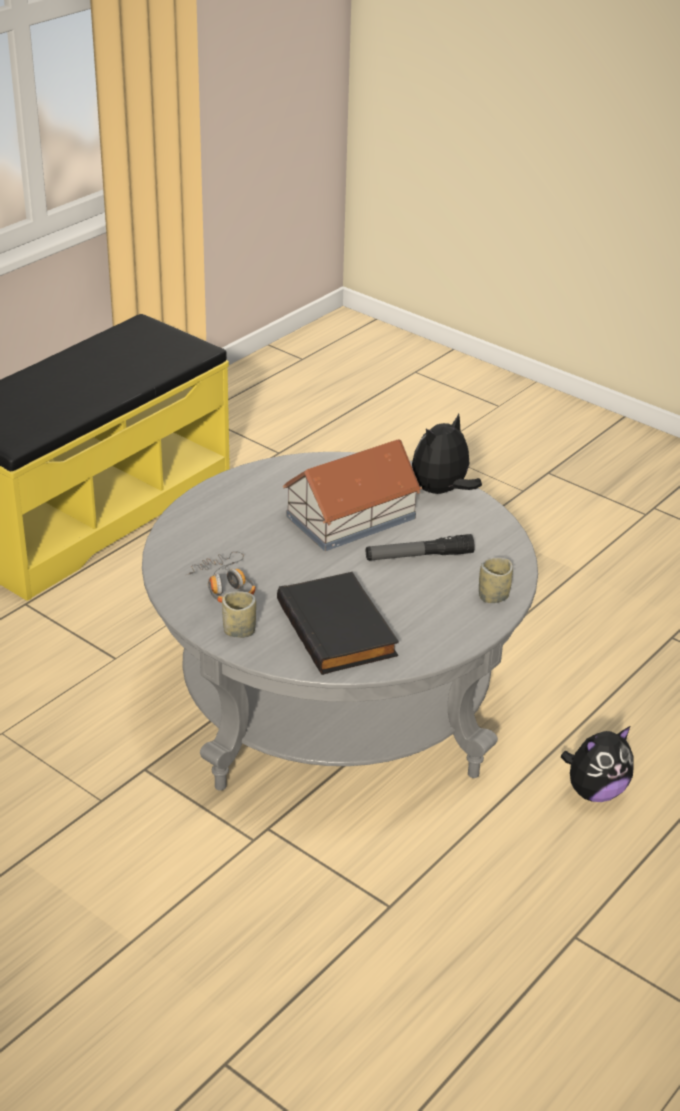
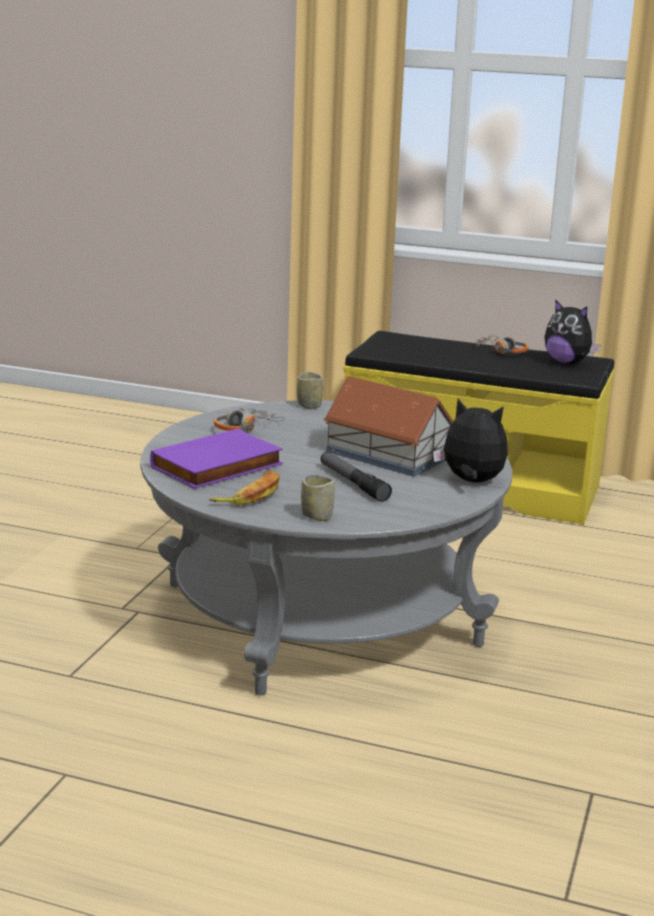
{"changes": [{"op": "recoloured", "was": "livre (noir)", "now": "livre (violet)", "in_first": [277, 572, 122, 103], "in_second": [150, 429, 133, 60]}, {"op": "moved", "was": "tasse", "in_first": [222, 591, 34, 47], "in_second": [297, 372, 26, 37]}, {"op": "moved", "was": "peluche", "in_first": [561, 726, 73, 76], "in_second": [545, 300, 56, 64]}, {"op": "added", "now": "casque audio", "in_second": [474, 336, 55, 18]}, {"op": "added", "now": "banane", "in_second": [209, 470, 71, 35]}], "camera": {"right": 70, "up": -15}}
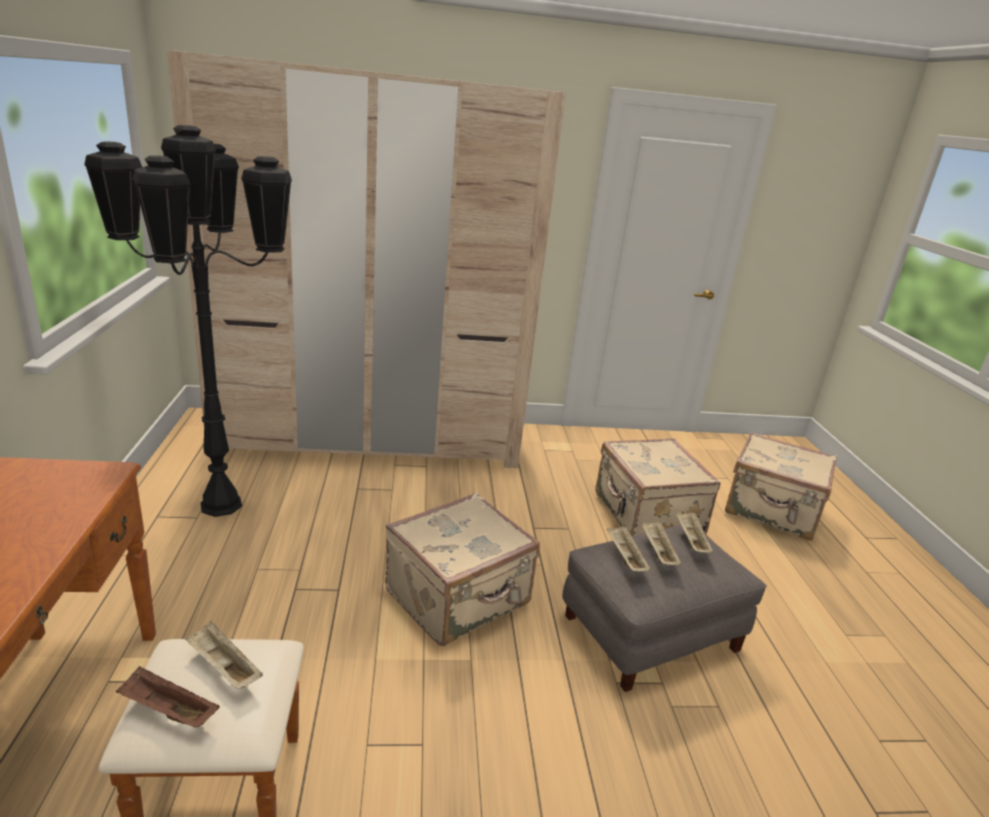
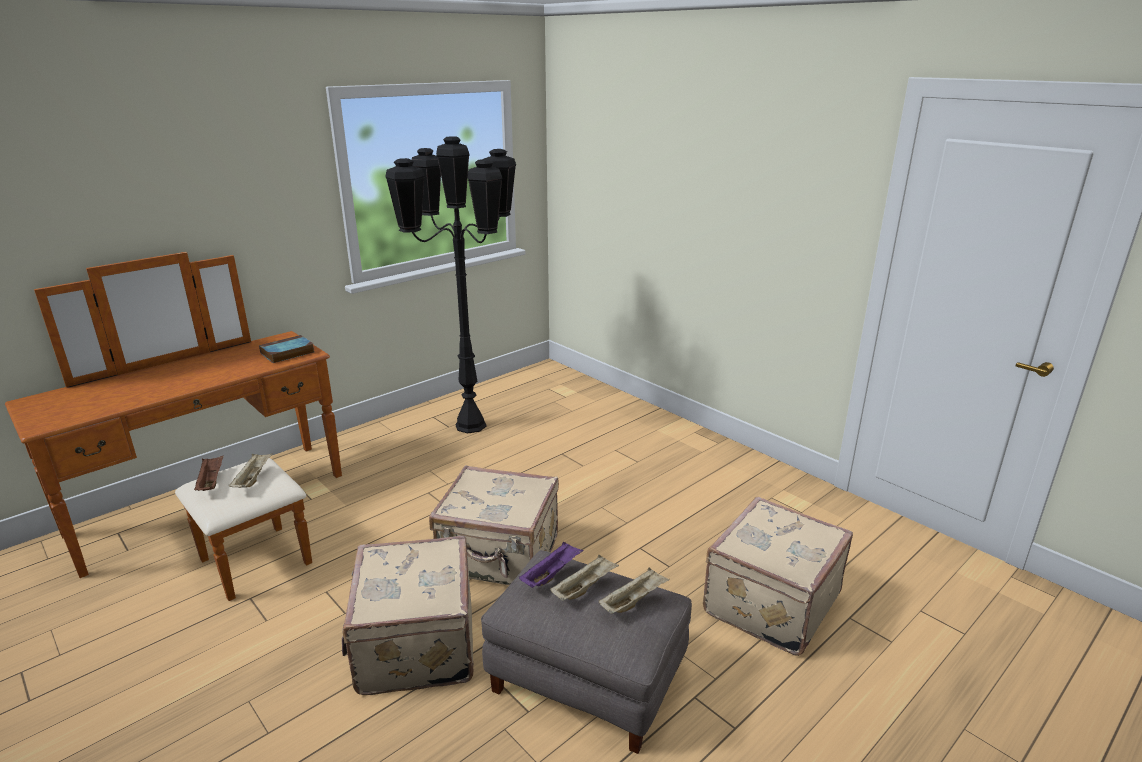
{"changes": [{"op": "removed", "was": "armoire (beige)", "in_first": [167, 50, 399, 418]}, {"op": "moved", "was": "valise (beige)", "in_first": [725, 432, 112, 109], "in_second": [342, 536, 131, 159]}, {"op": "recoloured", "was": "plateau (beige)", "now": "plateau (violet)", "in_first": [607, 526, 44, 46], "in_second": [519, 542, 65, 46]}, {"op": "added", "now": "livre", "in_second": [259, 335, 55, 28]}], "camera": {"right": 55, "up": 0}}
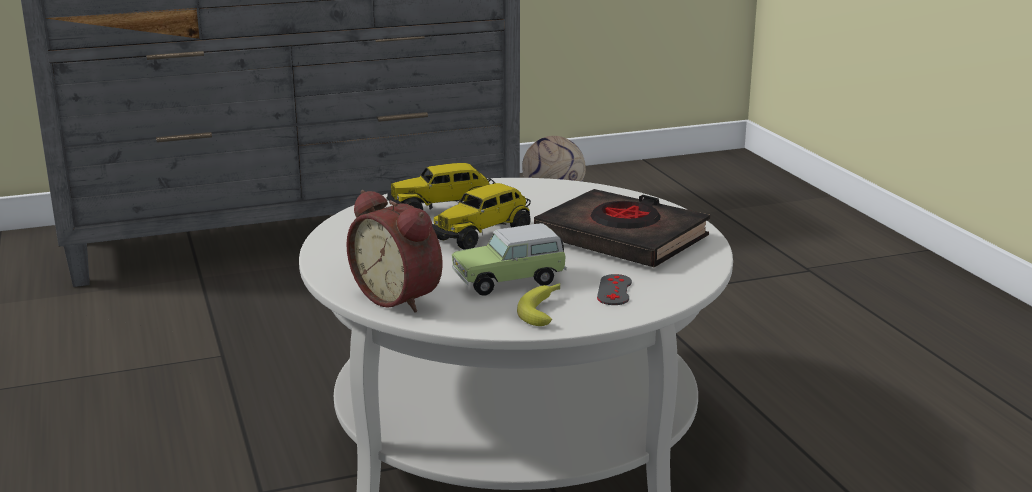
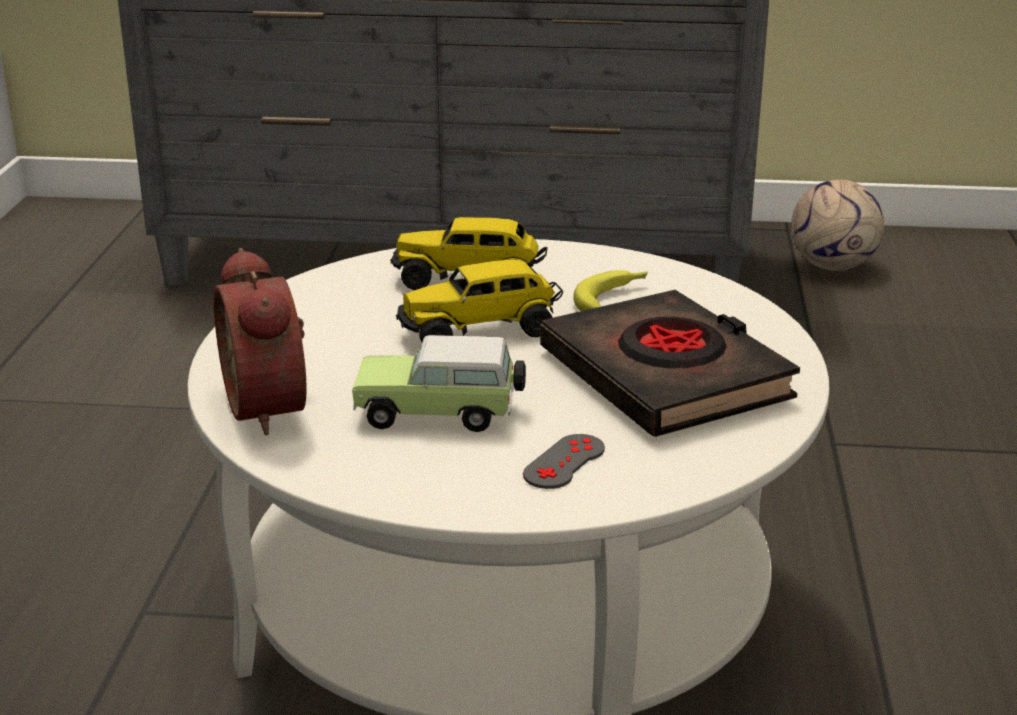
{"changes": [{"op": "moved", "was": "banane", "in_first": [517, 283, 43, 43], "in_second": [573, 270, 75, 41]}], "camera": {"right": 25, "up": 5}}
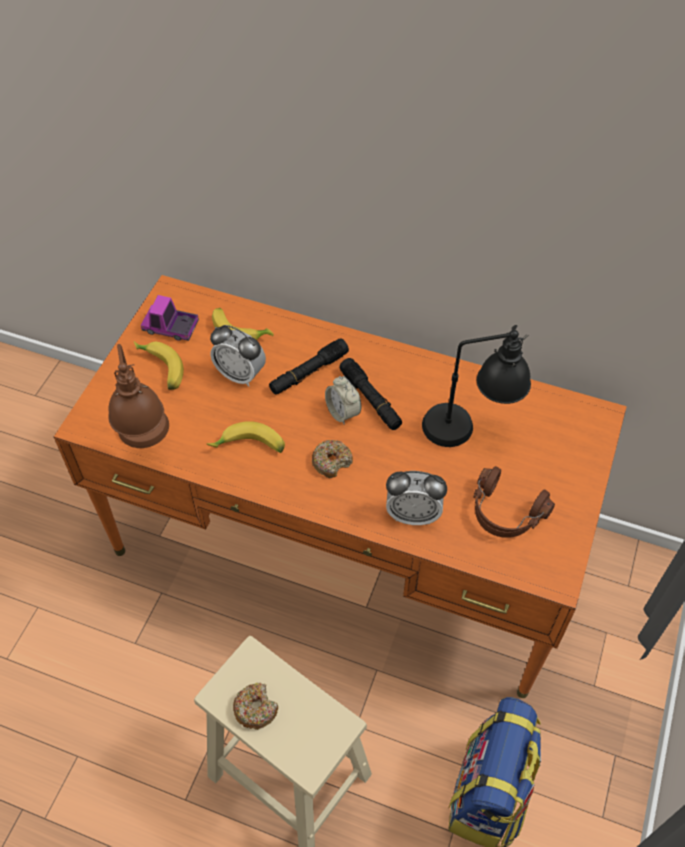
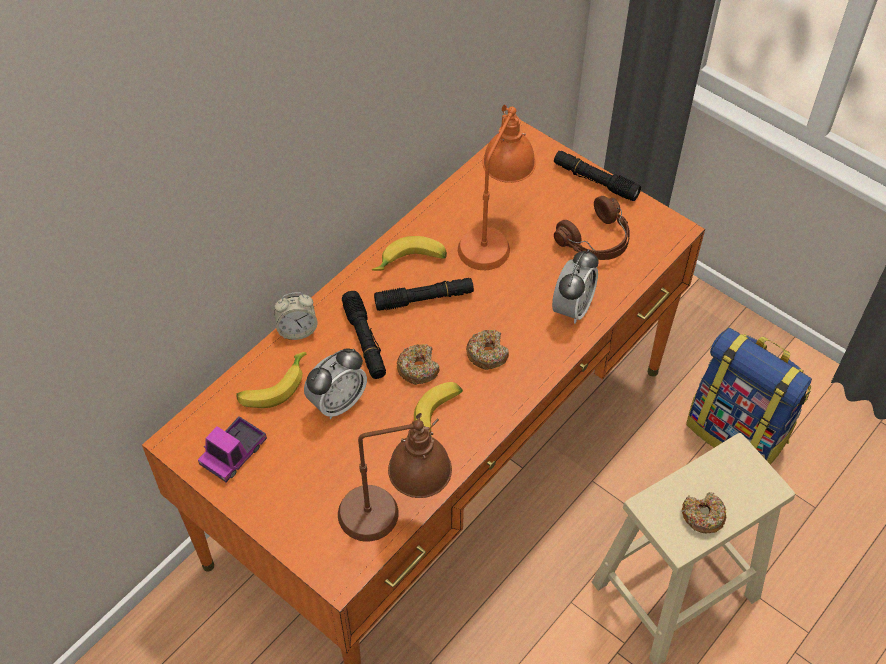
{"changes": [{"op": "recoloured", "was": "lampe de table (noir)", "now": "lampe de table (orange)", "in_first": [422, 325, 109, 122], "in_second": [458, 105, 78, 165]}, {"op": "moved", "was": "banane", "in_first": [134, 341, 50, 49], "in_second": [372, 236, 75, 35]}, {"op": "moved", "was": "réveil", "in_first": [325, 376, 36, 49], "in_second": [274, 292, 43, 48]}, {"op": "added", "now": "lampe de poche (noir)", "in_second": [554, 151, 87, 50]}, {"op": "added", "now": "beignet", "in_second": [397, 344, 42, 41]}], "camera": {"right": -70, "up": 0}}
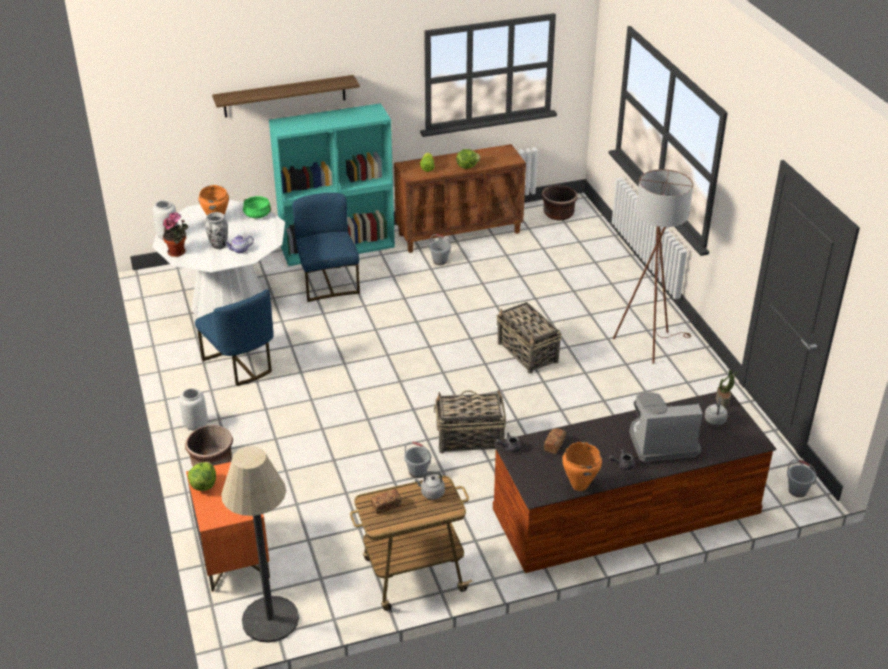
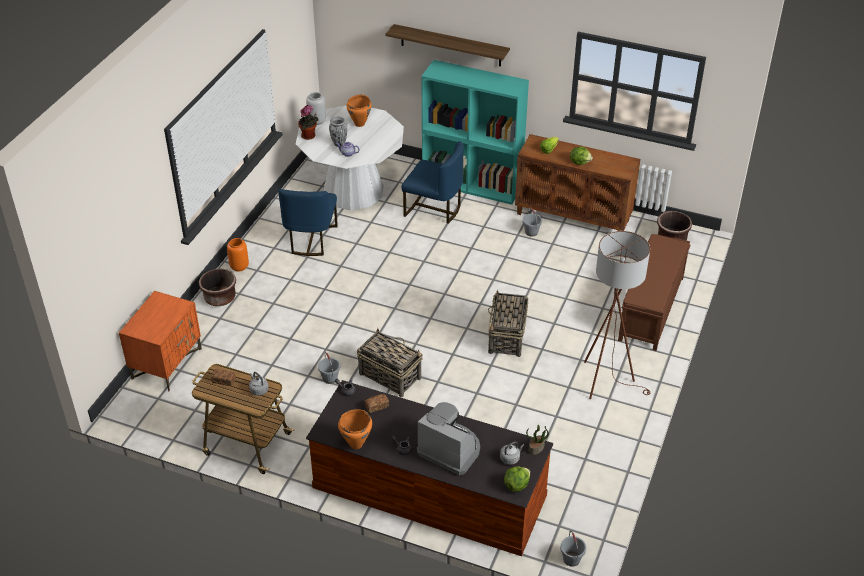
{"changes": [{"op": "turned", "was": "chaise (bleu)", "in_first": [292, 193, 68, 109], "in_second": [402, 141, 62, 82], "clockwise": 90}, {"op": "removed", "was": "marmite (vert)", "in_first": [243, 196, 28, 22]}, {"op": "recoloured", "was": "vase (gris)", "now": "vase (orange)", "in_first": [179, 388, 29, 43], "in_second": [227, 238, 22, 33]}, {"op": "removed", "was": "lampadaire", "in_first": [221, 446, 78, 197]}, {"op": "moved", "was": "laitue", "in_first": [188, 462, 28, 29], "in_second": [504, 466, 26, 26]}, {"op": "added", "now": "banc (marron)", "in_second": [618, 234, 72, 117]}], "camera": {"right": 40, "up": 5}}
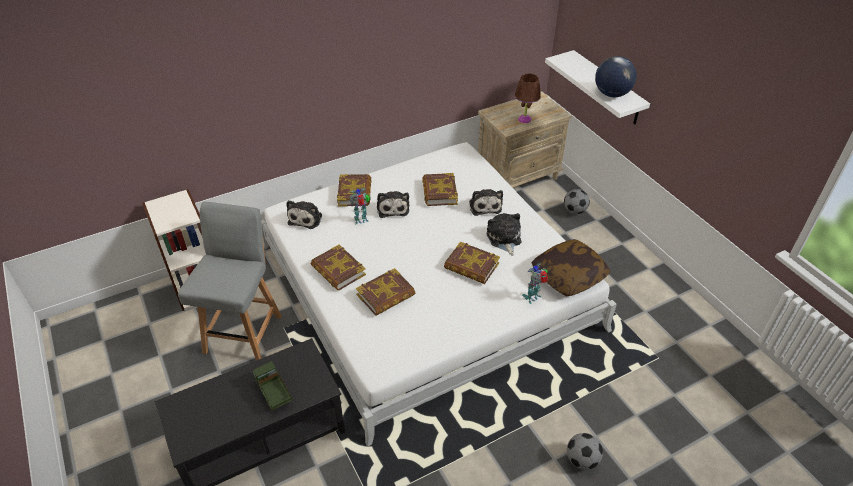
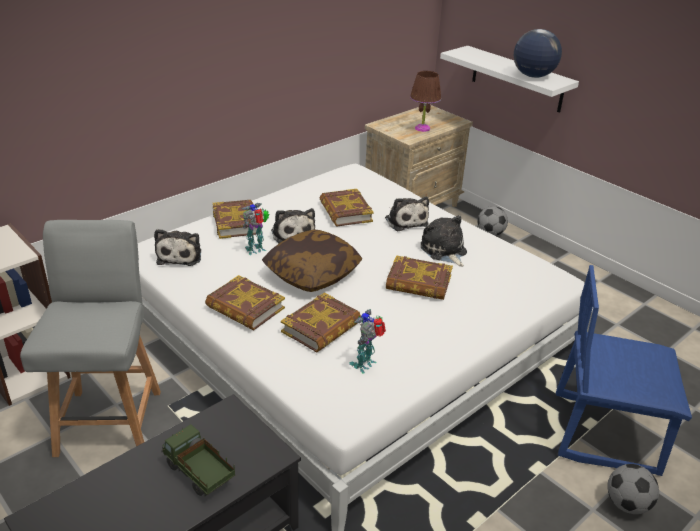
{"changes": [{"op": "moved", "was": "coussin", "in_first": [531, 239, 80, 57], "in_second": [262, 230, 101, 62]}, {"op": "moved", "was": "robot jouet", "in_first": [522, 263, 26, 41], "in_second": [349, 309, 37, 65]}, {"op": "added", "now": "chaise (bleu)", "in_second": [556, 265, 136, 211]}], "camera": {"right": -15, "up": -10}}
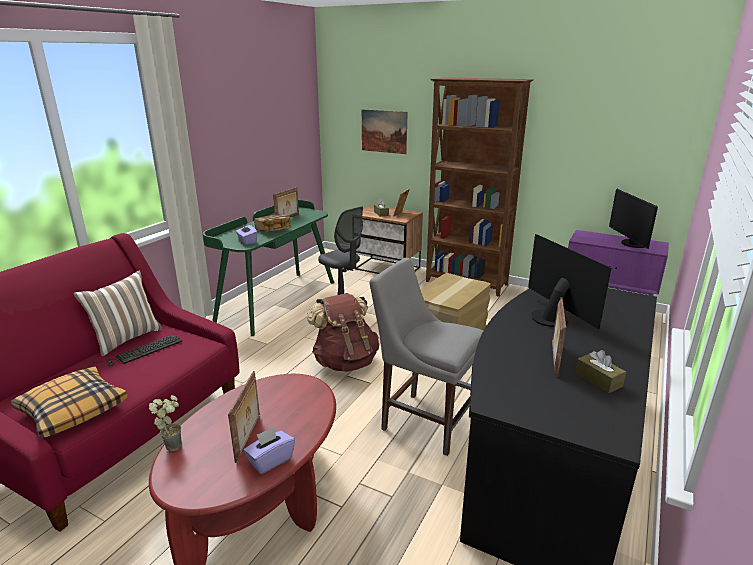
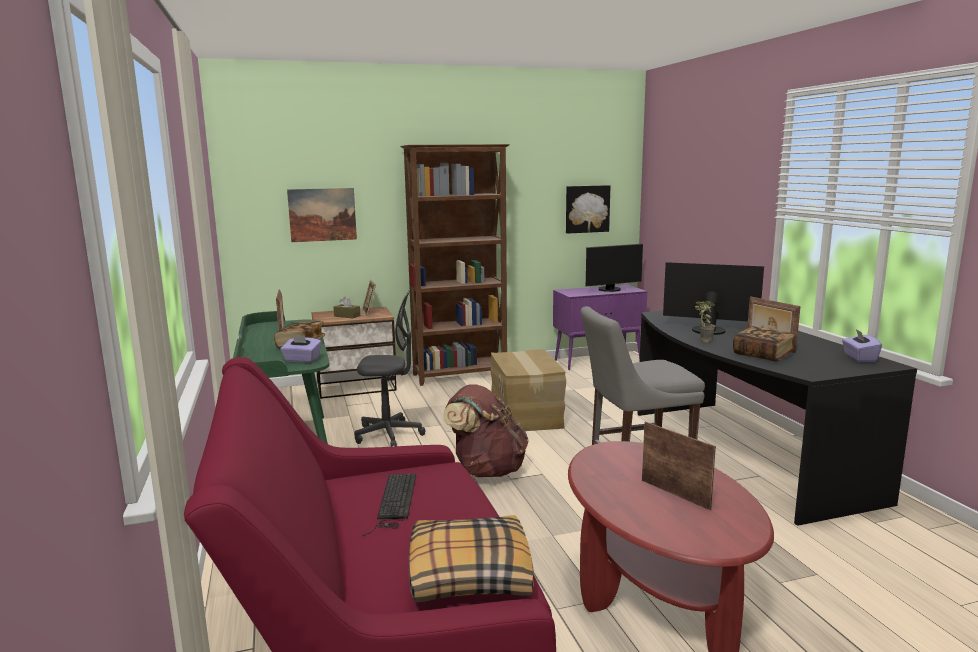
{"changes": [{"op": "turned", "was": "écran d'ordinateur", "in_first": [609, 189, 49, 60], "in_second": [586, 244, 57, 48], "clockwise": -60}, {"op": "removed", "was": "coussin", "in_first": [74, 270, 88, 86]}, {"op": "removed", "was": "boîte à mouchoirs (marron)", "in_first": [575, 350, 51, 43]}, {"op": "moved", "was": "plante en pot", "in_first": [148, 395, 34, 56], "in_second": [695, 301, 20, 42]}, {"op": "moved", "was": "boîte à mouchoirs (violet)", "in_first": [244, 427, 51, 47], "in_second": [842, 329, 40, 33]}, {"op": "added", "now": "tableau", "in_second": [566, 185, 44, 49]}, {"op": "added", "now": "livre", "in_second": [733, 326, 63, 36]}], "camera": {"right": -45, "up": -10}}
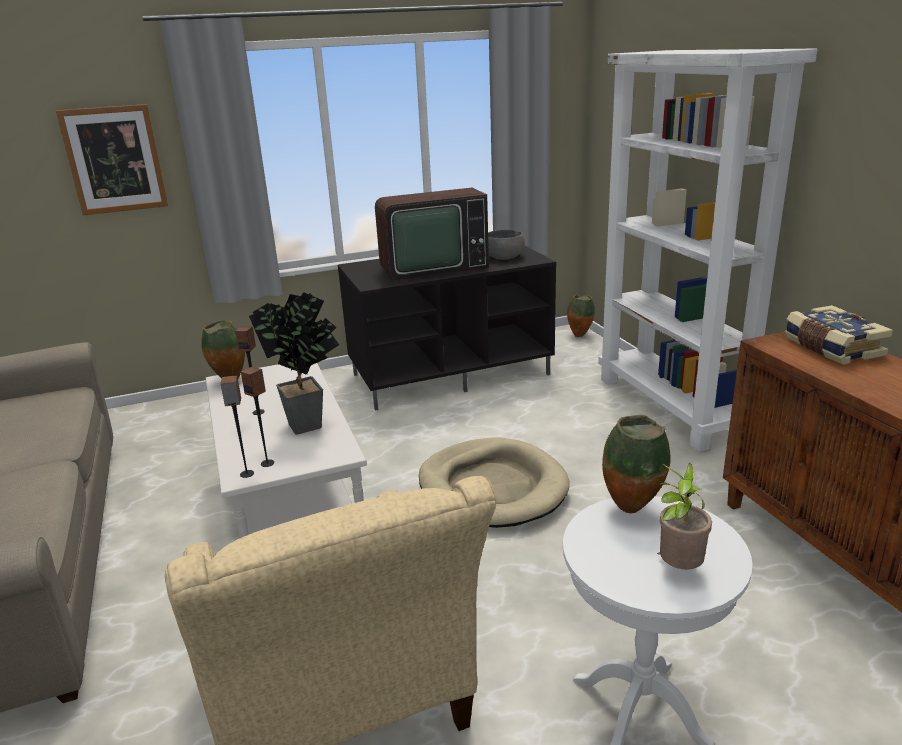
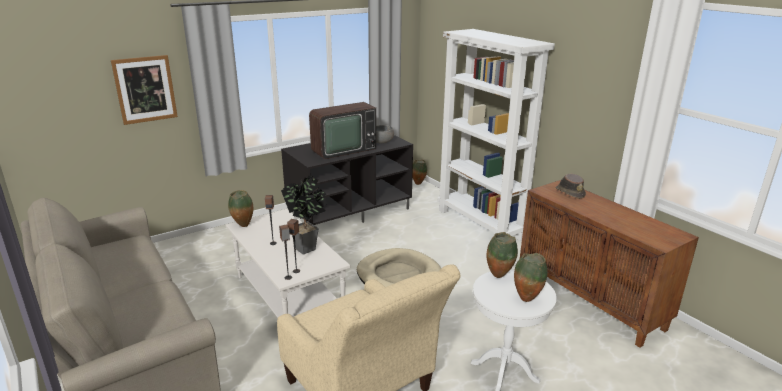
{"changes": [{"op": "replaced", "was": "livre", "now": "chapeau (marron)", "in_first": [785, 305, 108, 59], "in_second": [556, 174, 30, 25]}, {"op": "replaced", "was": "plante en pot", "now": "vase", "in_first": [657, 463, 55, 106], "in_second": [514, 253, 34, 49]}], "camera": {"right": -15, "up": 0}}
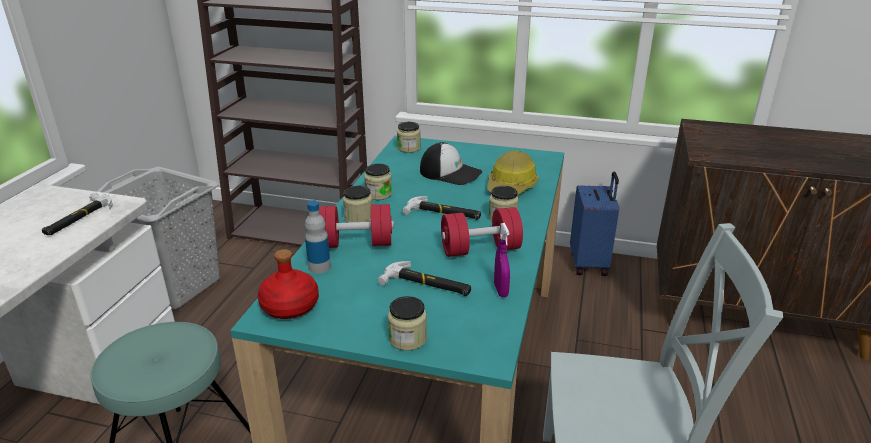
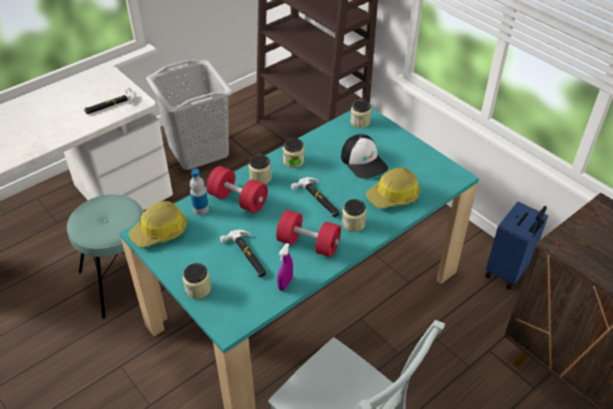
{"changes": [{"op": "replaced", "was": "bouteille (rouge)", "now": "casque de chantier", "in_first": [257, 249, 62, 70], "in_second": [129, 201, 58, 47]}], "camera": {"right": 35, "up": 15}}
